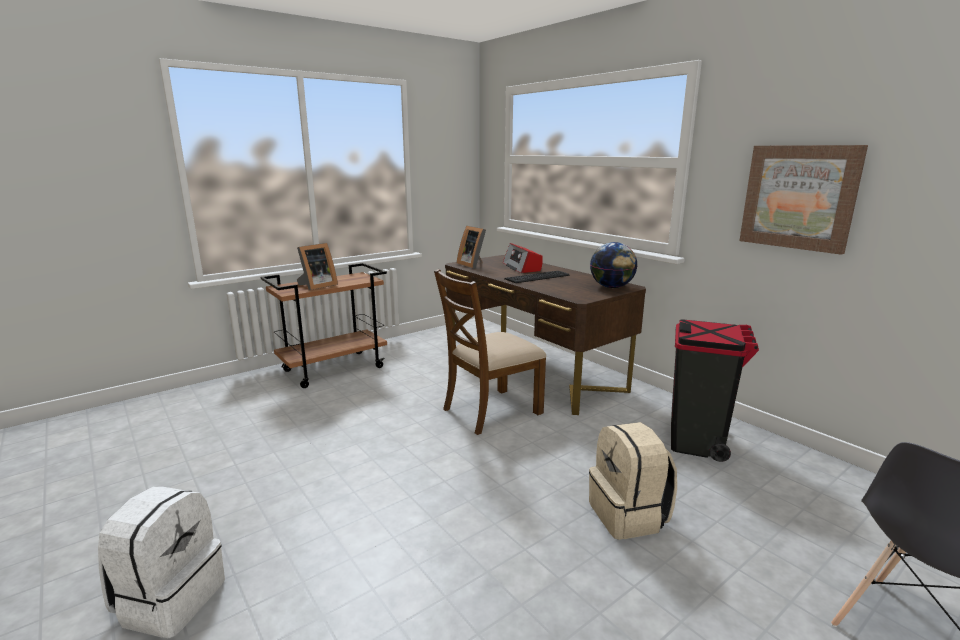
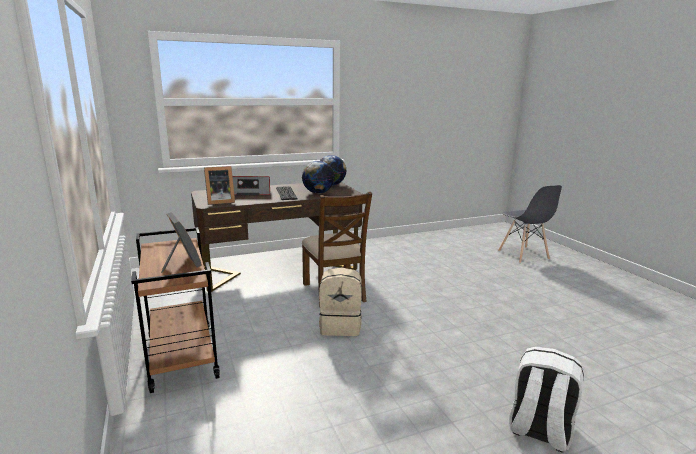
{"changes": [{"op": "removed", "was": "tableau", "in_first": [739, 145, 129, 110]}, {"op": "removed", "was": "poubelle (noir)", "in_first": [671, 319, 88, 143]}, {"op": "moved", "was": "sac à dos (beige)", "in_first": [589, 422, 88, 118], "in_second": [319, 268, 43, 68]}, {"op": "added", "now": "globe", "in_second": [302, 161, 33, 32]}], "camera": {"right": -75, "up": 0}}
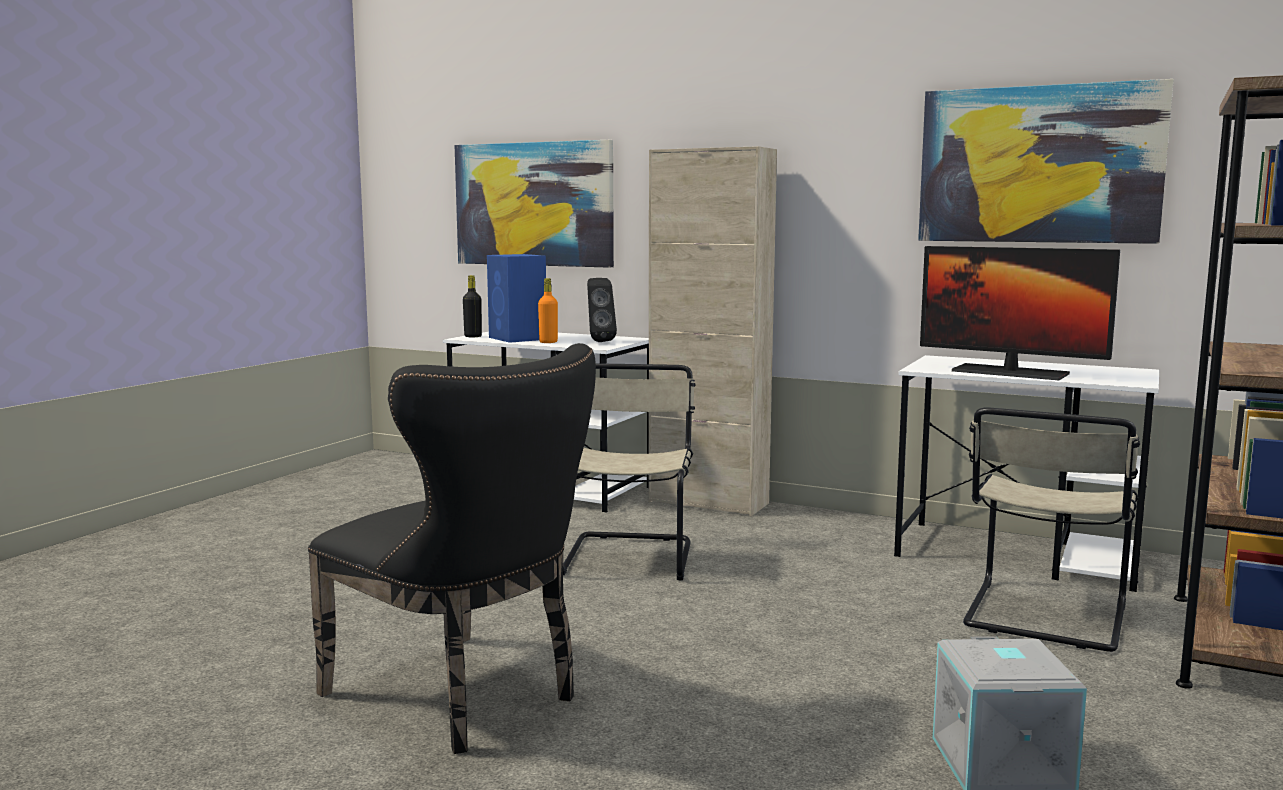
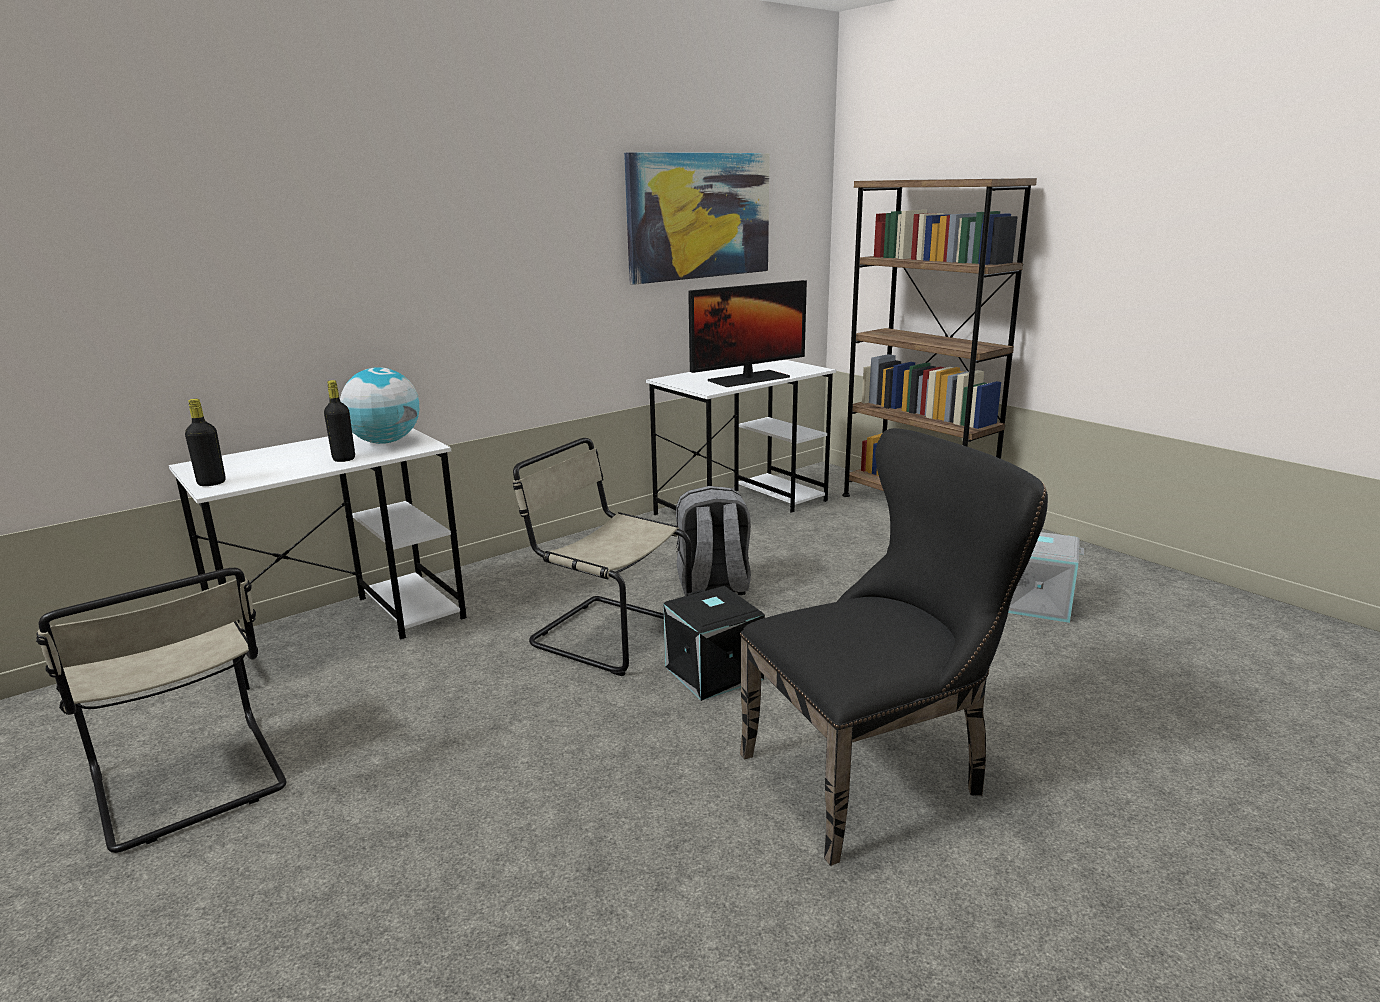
{"changes": [{"op": "removed", "was": "tableau", "in_first": [455, 140, 159, 128]}, {"op": "removed", "was": "meuble de rangement (beige)", "in_first": [649, 146, 128, 370]}, {"op": "removed", "was": "enceinte (bleu)", "in_first": [487, 254, 59, 89]}, {"op": "recoloured", "was": "bouteille (orange)", "now": "bouteille (noir)", "in_first": [538, 278, 20, 65], "in_second": [324, 380, 31, 82]}, {"op": "replaced", "was": "enceinte (noir)", "now": "globe", "in_first": [587, 278, 30, 64], "in_second": [340, 367, 79, 77]}, {"op": "moved", "was": "chaise (beige)", "in_first": [963, 407, 177, 245], "in_second": [36, 568, 250, 285]}, {"op": "added", "now": "sac à dos (gris)", "in_second": [676, 486, 75, 110]}, {"op": "added", "now": "boîte de rangement (noir)", "in_second": [663, 586, 102, 115]}], "camera": {"right": -65, "up": 10}}
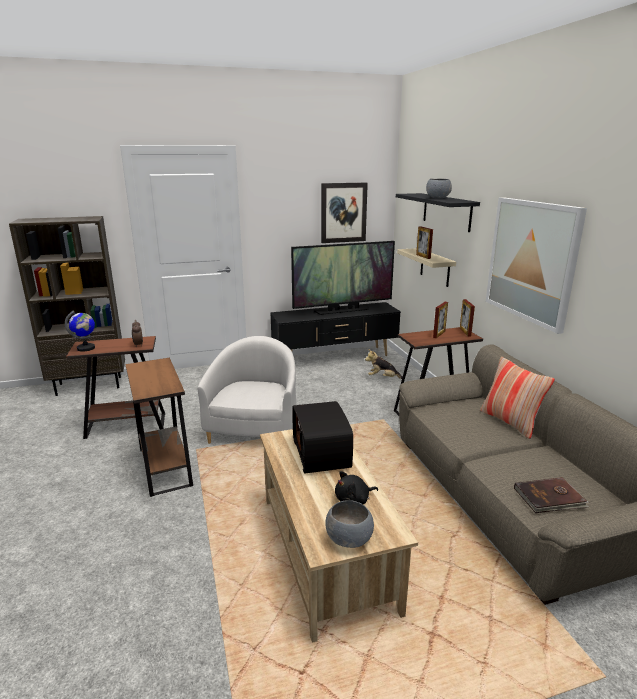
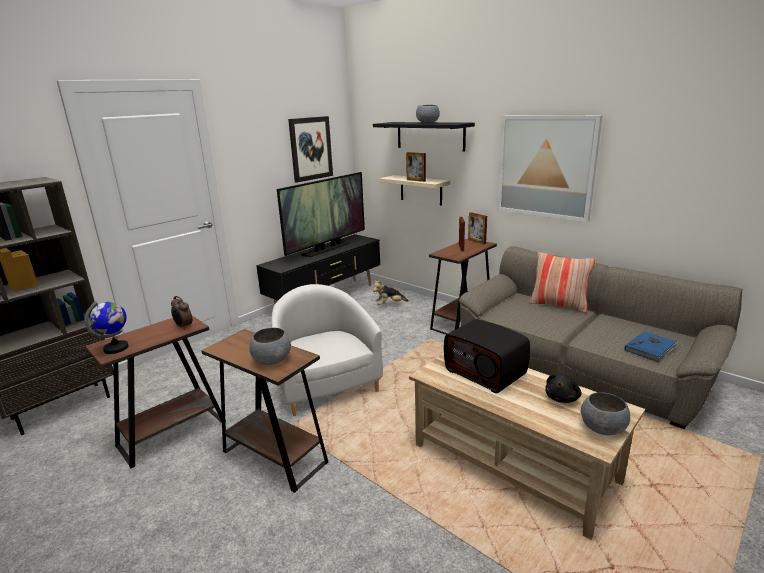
{"changes": [{"op": "recoloured", "was": "livre (marron)", "now": "livre (bleu)", "in_first": [514, 477, 75, 36], "in_second": [624, 331, 55, 31]}, {"op": "added", "now": "bol (gris)", "in_second": [250, 328, 41, 37]}], "camera": {"right": -30, "up": 0}}
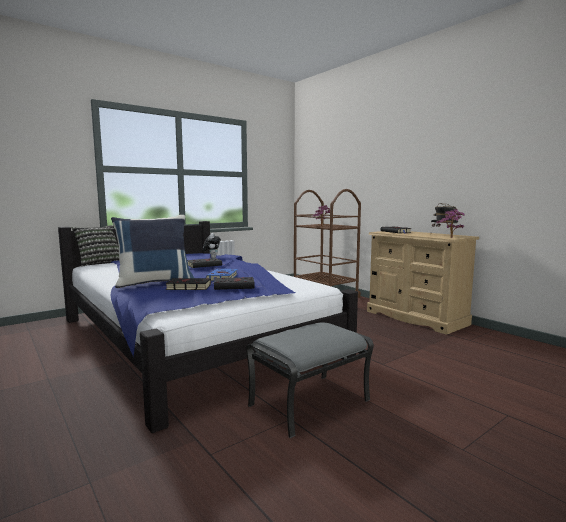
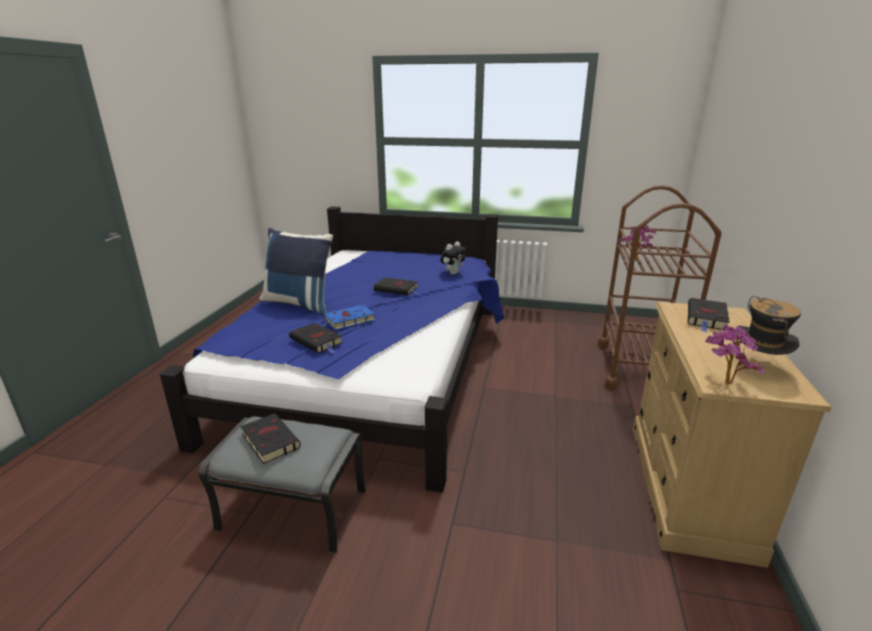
{"changes": [{"op": "removed", "was": "coussin", "in_first": [71, 225, 48, 42]}, {"op": "moved", "was": "livre (noir)", "in_first": [163, 278, 48, 12], "in_second": [240, 413, 61, 51]}], "camera": {"right": 50, "up": 15}}
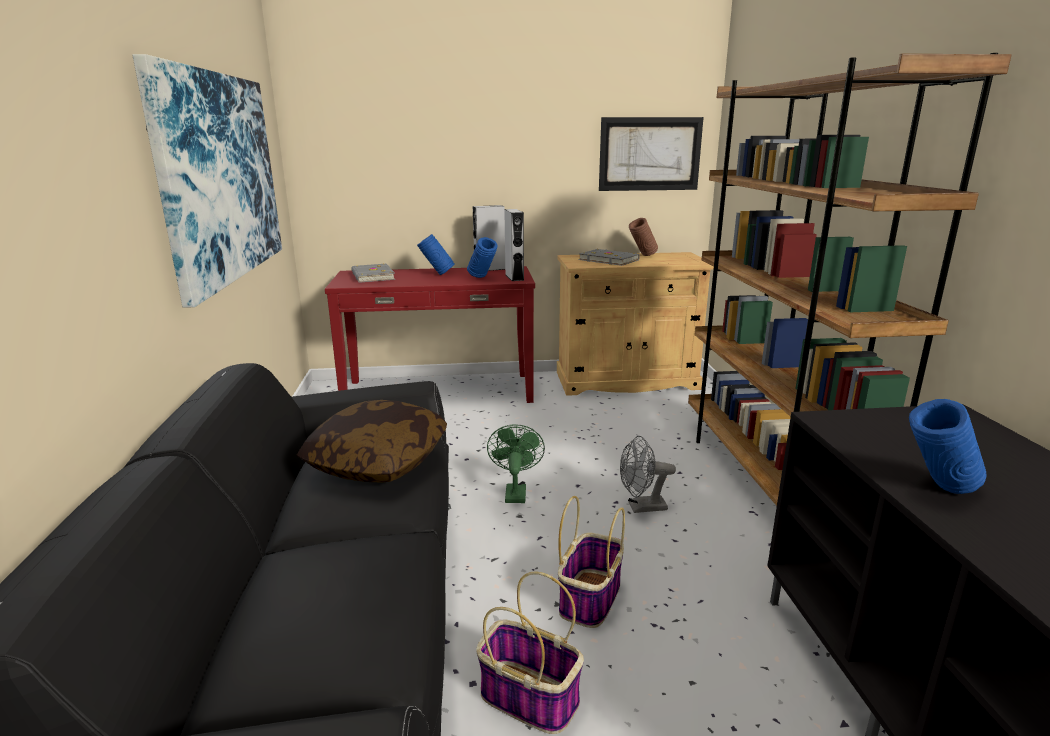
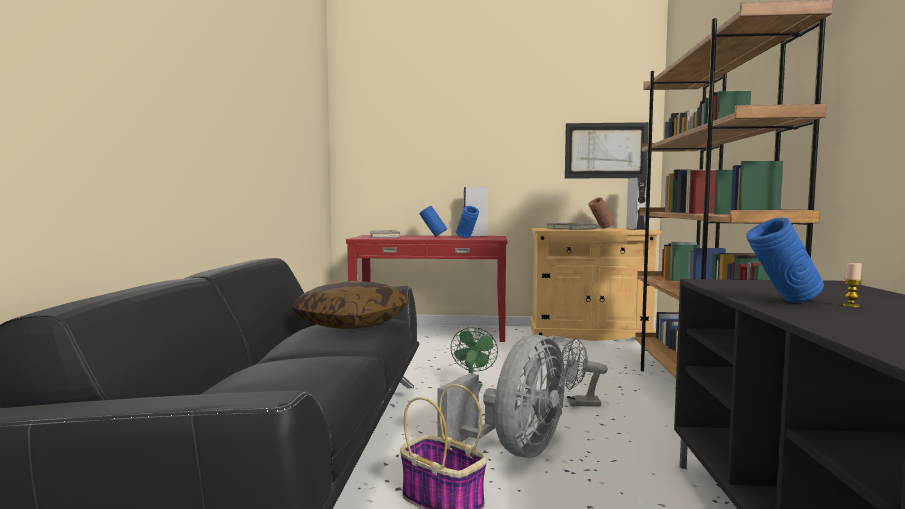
{"changes": [{"op": "removed", "was": "tableau", "in_first": [133, 54, 149, 254]}, {"op": "moved", "was": "enceinte (gris)", "in_first": [504, 209, 20, 72], "in_second": [626, 177, 21, 53]}, {"op": "replaced", "was": "panier", "now": "ventilateur (gris)", "in_first": [558, 496, 67, 132], "in_second": [438, 335, 127, 123]}, {"op": "added", "now": "bougie", "in_second": [843, 262, 19, 45]}], "camera": {"right": 10, "up": -15}}
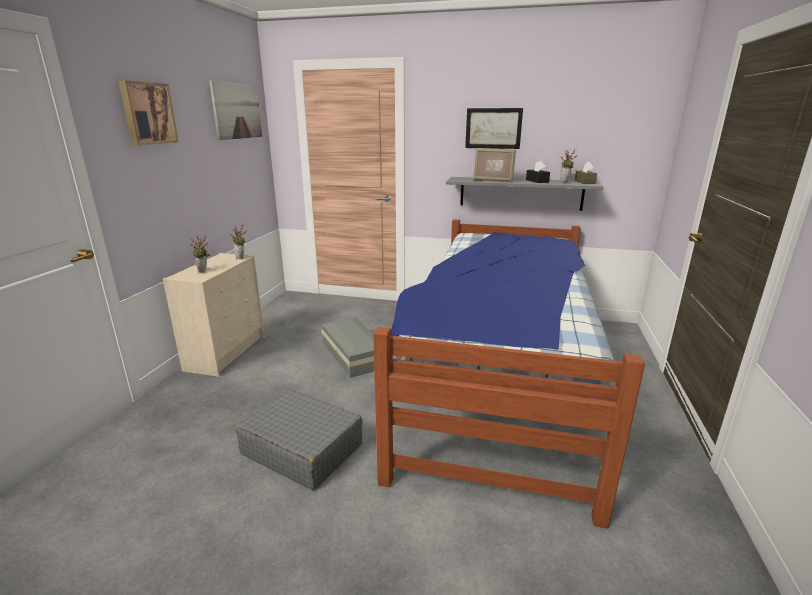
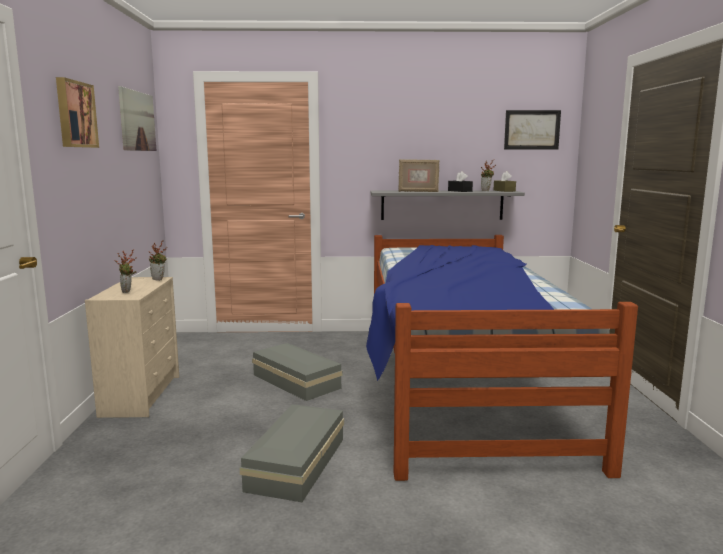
{"changes": [{"op": "moved", "was": "tableau", "in_first": [465, 108, 58, 41], "in_second": [504, 110, 57, 39]}, {"op": "replaced", "was": "valise (gris)", "now": "boîte de rangement (gris)", "in_first": [236, 390, 127, 100], "in_second": [240, 404, 104, 98]}], "camera": {"right": -15, "up": -10}}
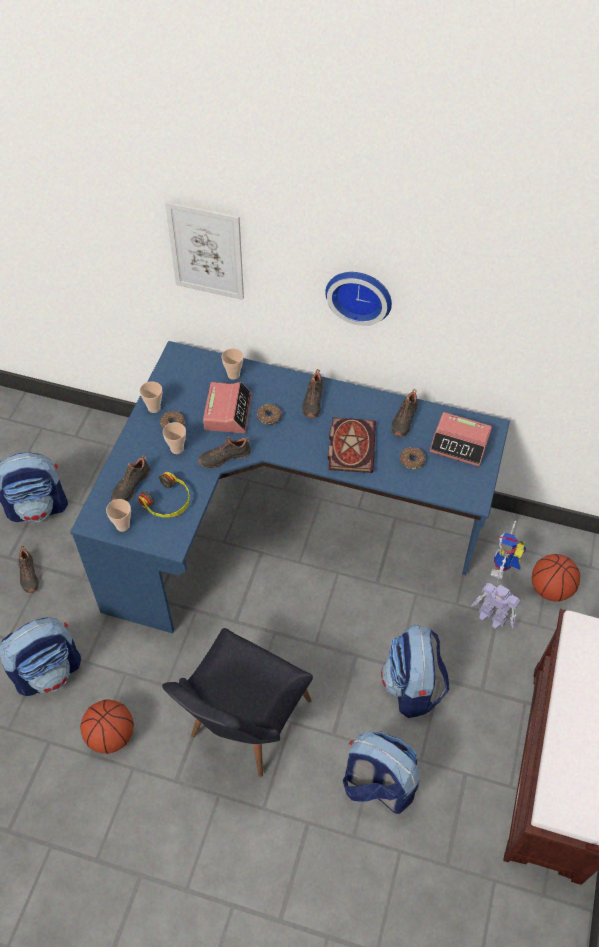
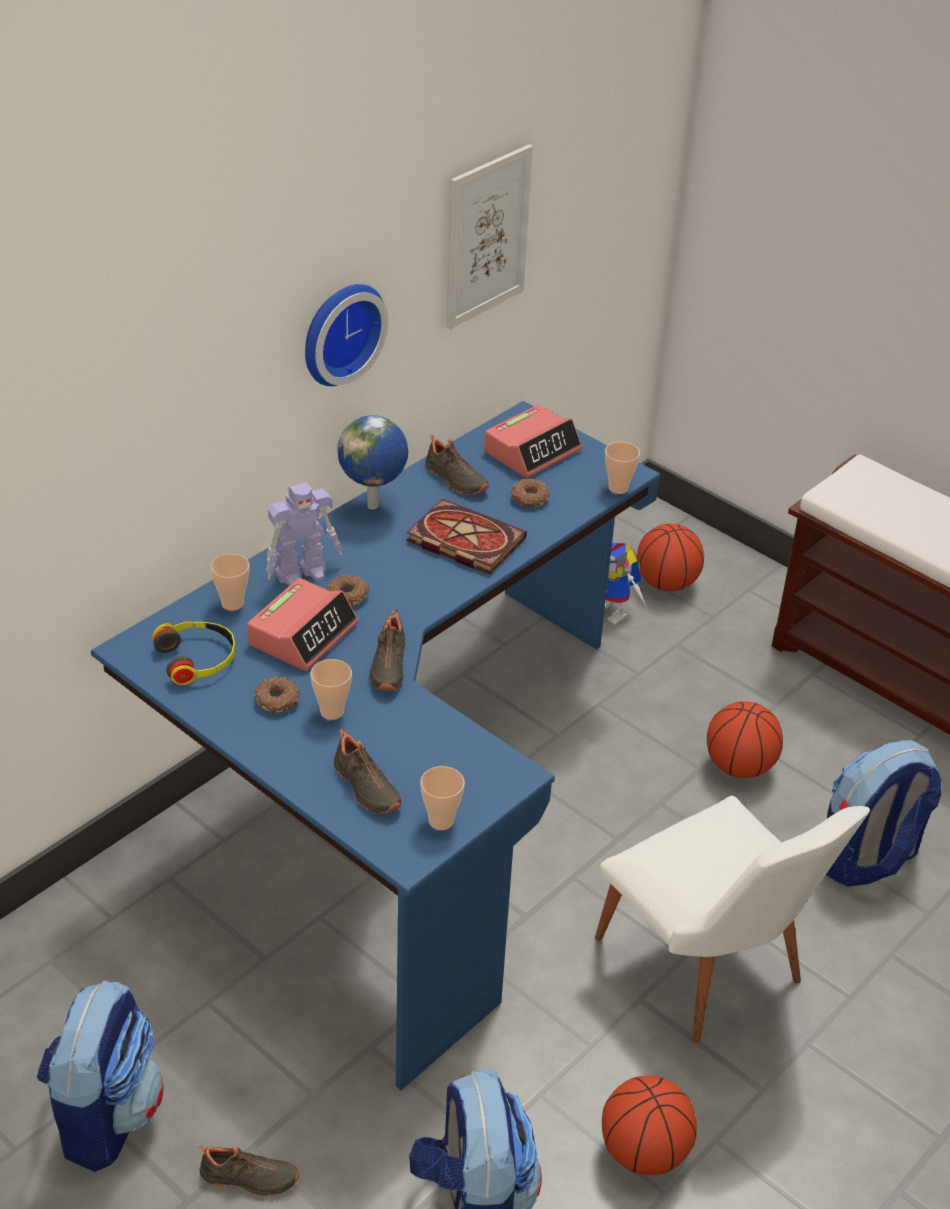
{"changes": [{"op": "moved", "was": "tableau", "in_first": [165, 201, 79, 99], "in_second": [446, 144, 87, 185]}, {"op": "removed", "was": "chaussure (noir)", "in_first": [302, 369, 21, 49]}, {"op": "moved", "was": "tasse", "in_first": [140, 381, 22, 32], "in_second": [605, 442, 35, 52]}, {"op": "turned", "was": "réveil", "in_first": [203, 382, 49, 51], "in_second": [247, 578, 111, 93], "clockwise": 90}, {"op": "moved", "was": "casque audio", "in_first": [138, 472, 52, 46], "in_second": [152, 622, 83, 63]}, {"op": "moved", "was": "robot jouet", "in_first": [471, 583, 49, 46], "in_second": [266, 482, 76, 104]}, {"op": "replaced", "was": "sac à dos", "now": "ballon de basket", "in_first": [381, 625, 68, 93], "in_second": [707, 701, 76, 77]}, {"op": "recoloured", "was": "chaise (noir)", "now": "chaise (blanc)", "in_first": [162, 628, 151, 149], "in_second": [595, 795, 275, 248]}, {"op": "added", "now": "globe", "in_second": [338, 415, 70, 94]}], "camera": {"right": -65, "up": -15}}
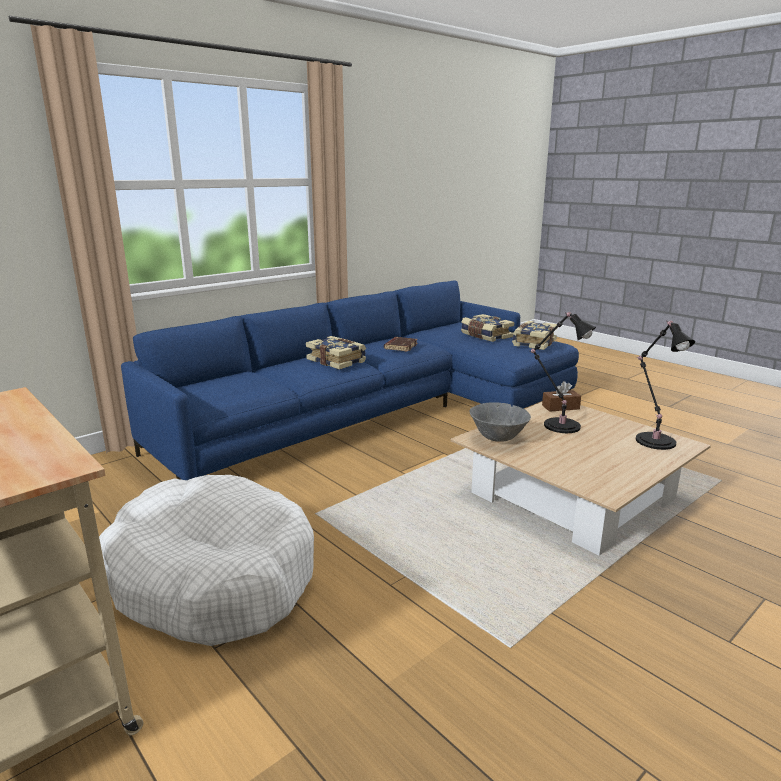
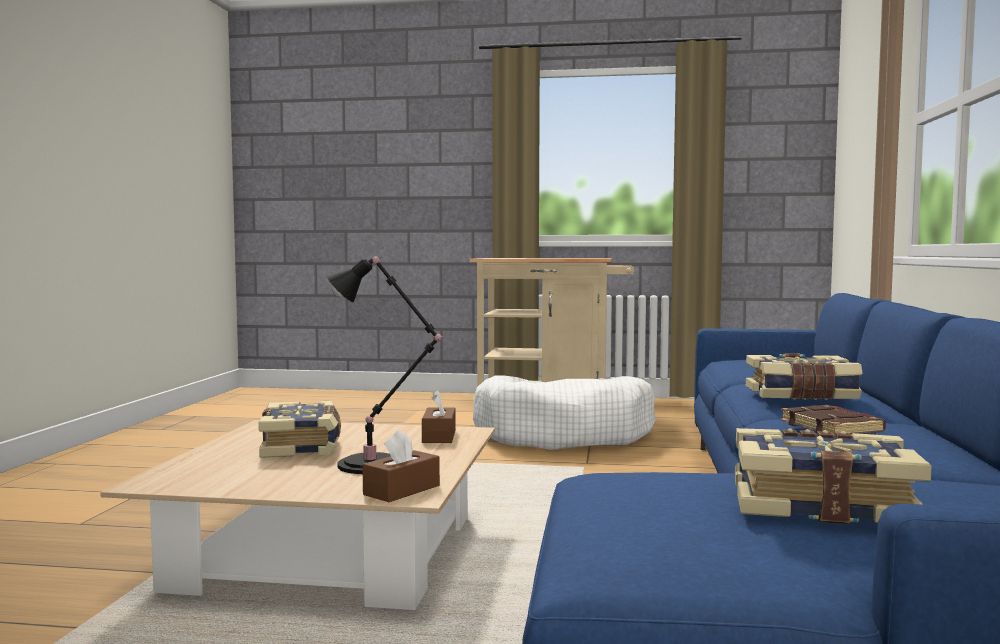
{"changes": [{"op": "moved", "was": "livre", "in_first": [512, 321, 45, 29], "in_second": [258, 401, 83, 57]}, {"op": "removed", "was": "lampe de table (noir)", "in_first": [636, 321, 59, 129]}, {"op": "replaced", "was": "bol (gris)", "now": "boîte à mouchoirs (marron)", "in_first": [469, 402, 62, 40], "in_second": [422, 390, 34, 53]}], "camera": {"right": 140, "up": -15}}
